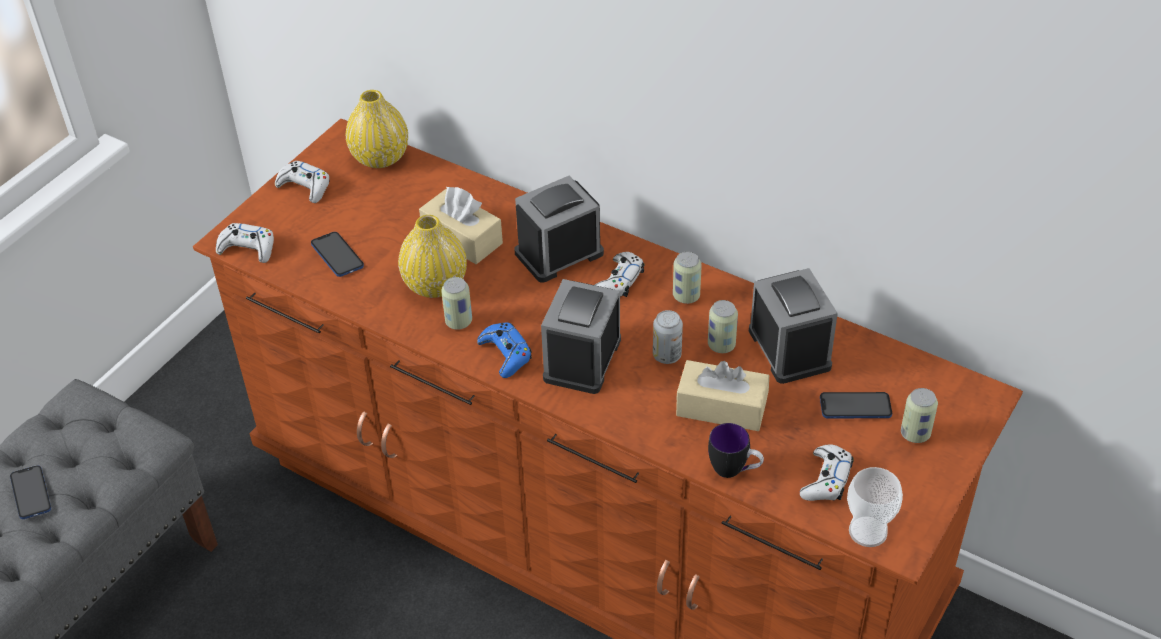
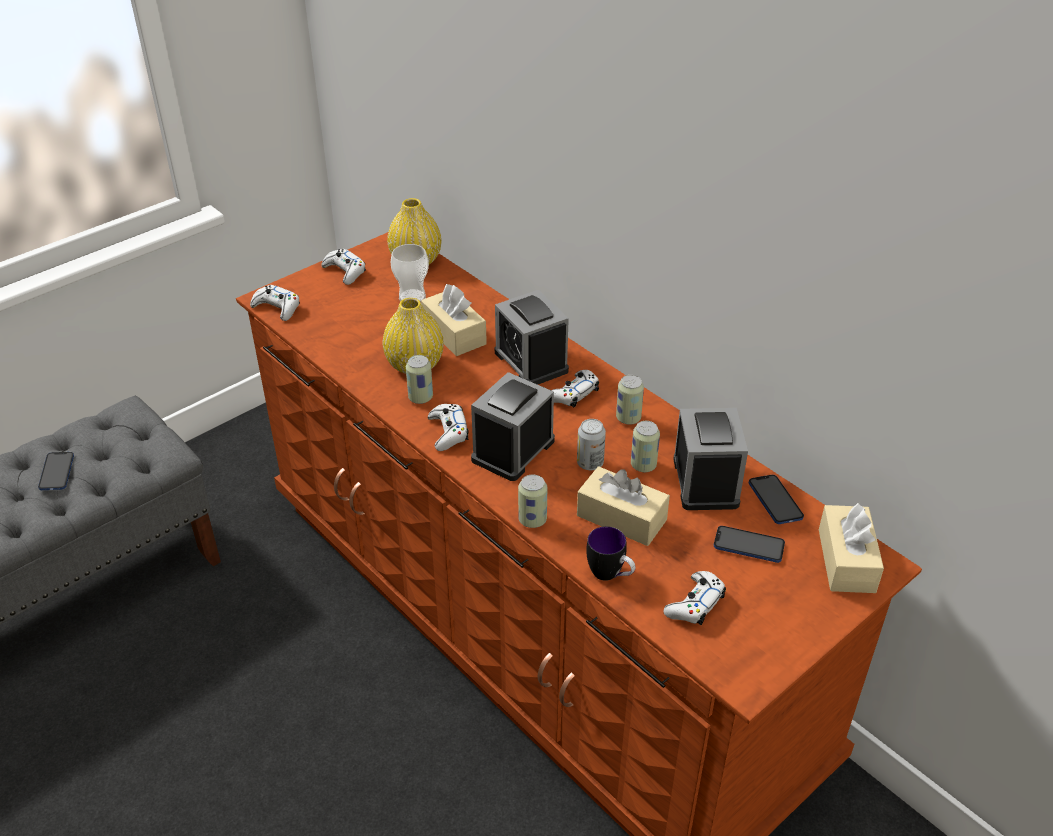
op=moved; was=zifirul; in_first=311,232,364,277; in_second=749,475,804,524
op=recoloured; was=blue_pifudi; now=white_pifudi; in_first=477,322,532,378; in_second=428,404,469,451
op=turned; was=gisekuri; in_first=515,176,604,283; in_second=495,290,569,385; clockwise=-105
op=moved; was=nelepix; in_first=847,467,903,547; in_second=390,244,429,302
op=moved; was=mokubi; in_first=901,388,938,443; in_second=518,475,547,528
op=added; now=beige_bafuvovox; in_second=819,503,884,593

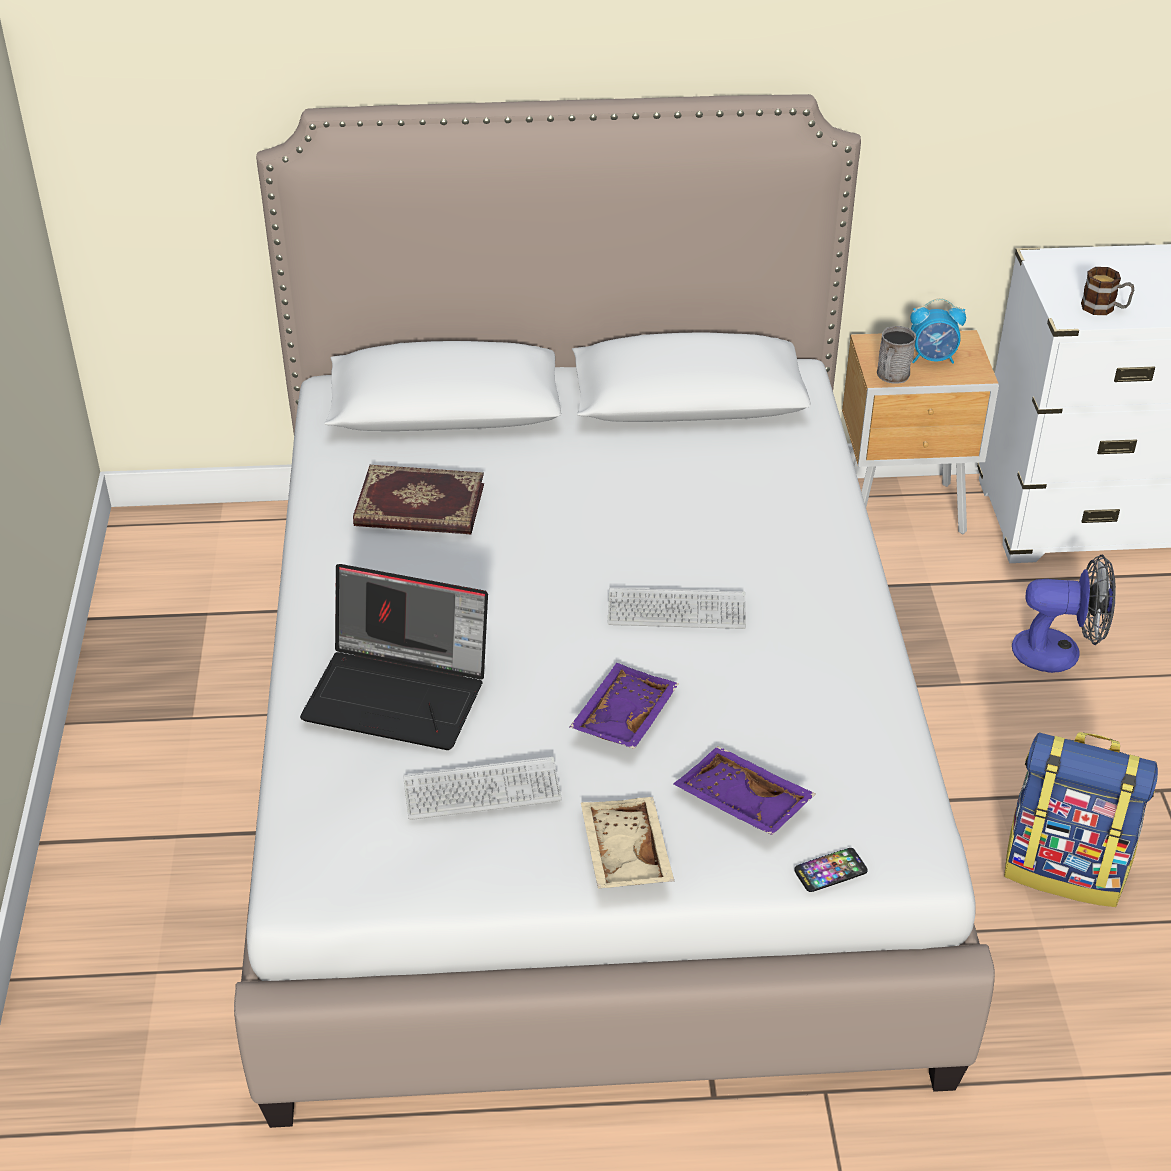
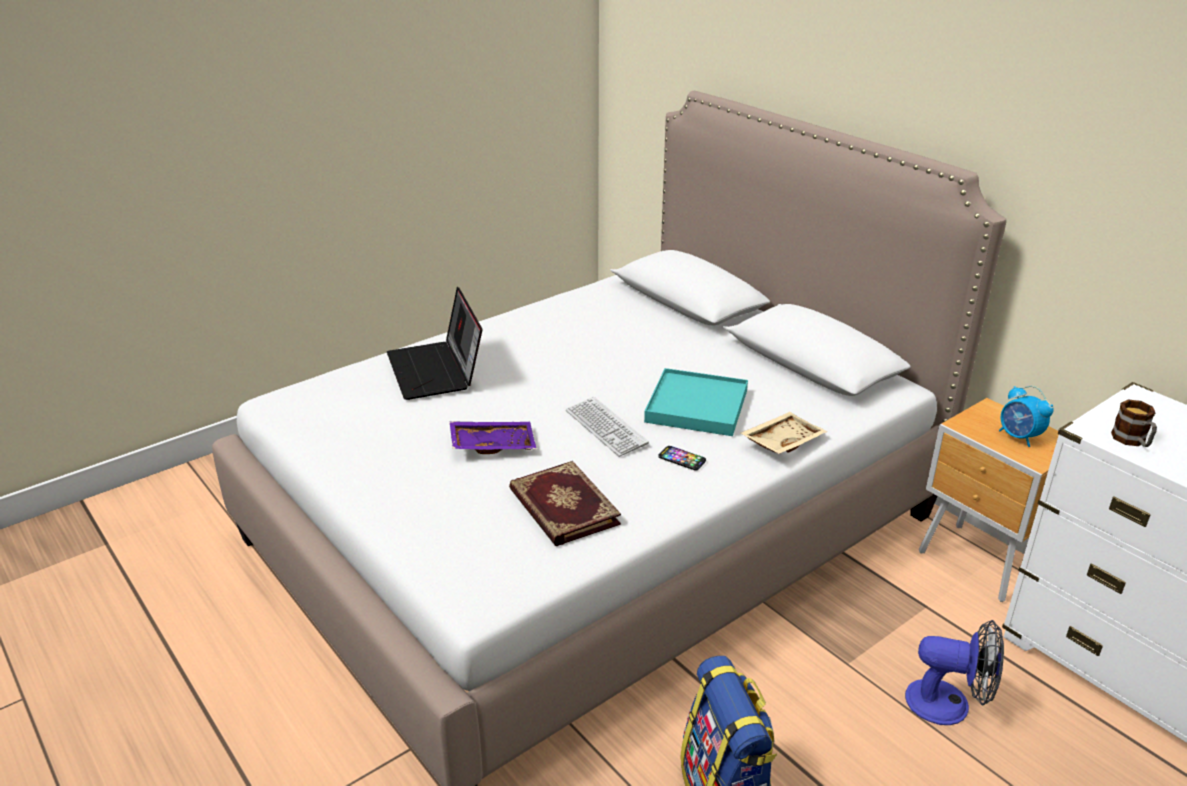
op=moved; was=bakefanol; in_first=353,465,484,534; in_second=509,461,621,546
op=removed; was=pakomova; in_first=403,757,562,820
op=moved; was=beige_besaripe; in_first=581,797,674,889; in_second=741,412,828,454
op=removed; was=purple_besaripe; in_first=673,746,816,835
op=moved; was=zifirul; in_first=795,848,868,892; in_second=658,446,706,470
op=removed; was=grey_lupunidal; in_first=877,326,916,384
op=turned; was=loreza; in_first=1012,555,1116,673; in_second=905,620,1004,725; clockwise=-45
op=added; now=turquoise_besaripe; in_second=644,368,748,436

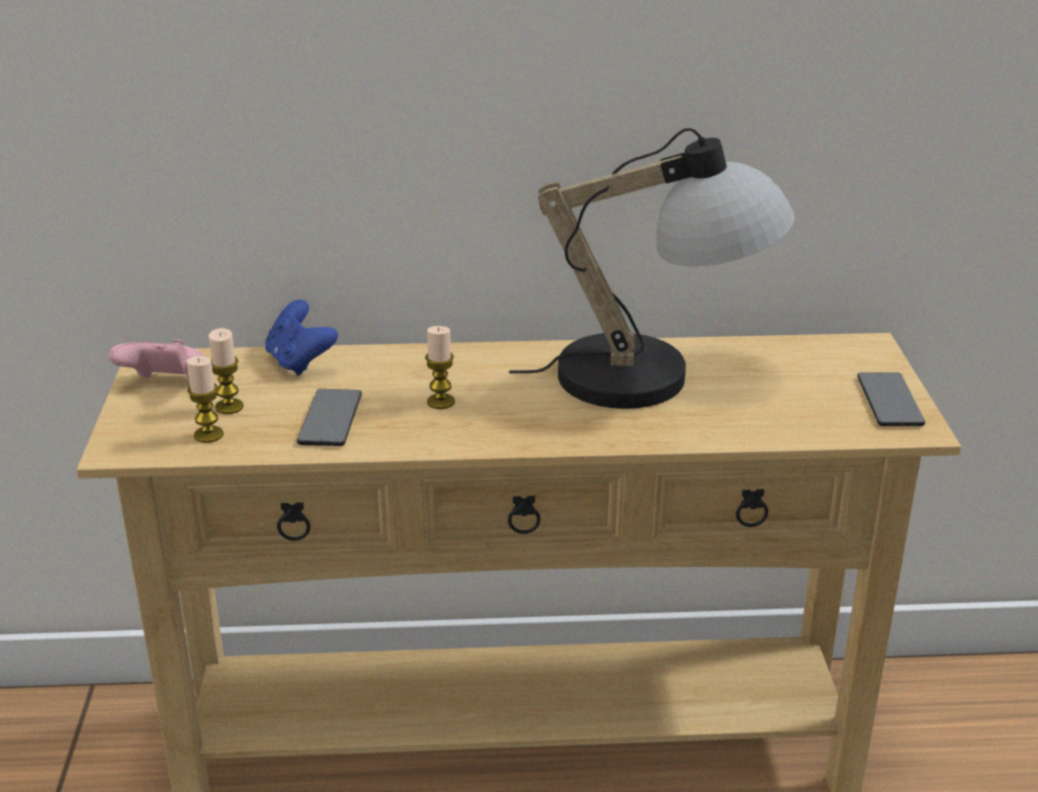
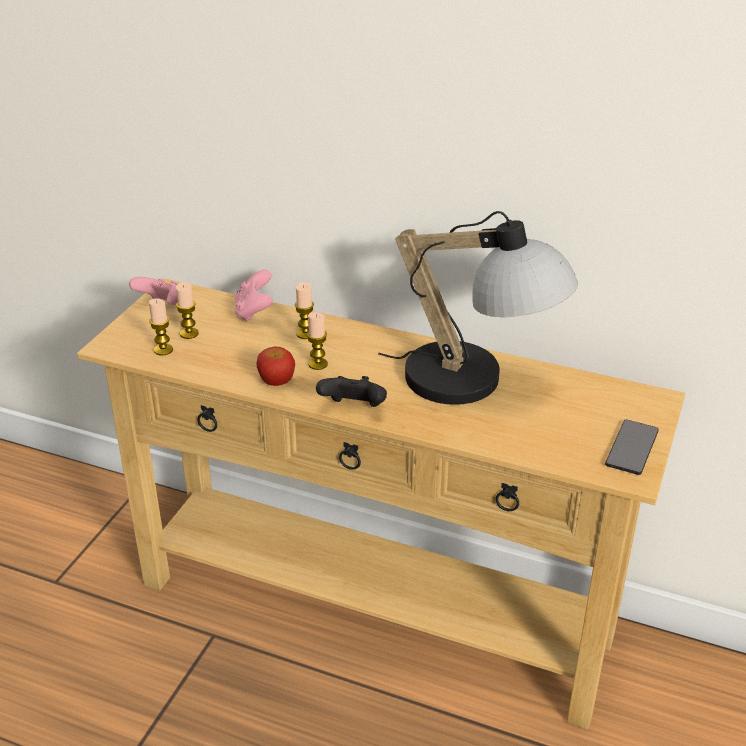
op=recoloured; was=blue_pifudi; now=pink_pifudi; in_first=265,300,338,376; in_second=235,269,273,322
op=removed; was=zifirul; in_first=297,389,362,446
op=added; now=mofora; in_second=256,347,295,386
op=added; now=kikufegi; in_second=295,282,314,339
op=added; now=black_pifudi; in_second=316,376,387,407

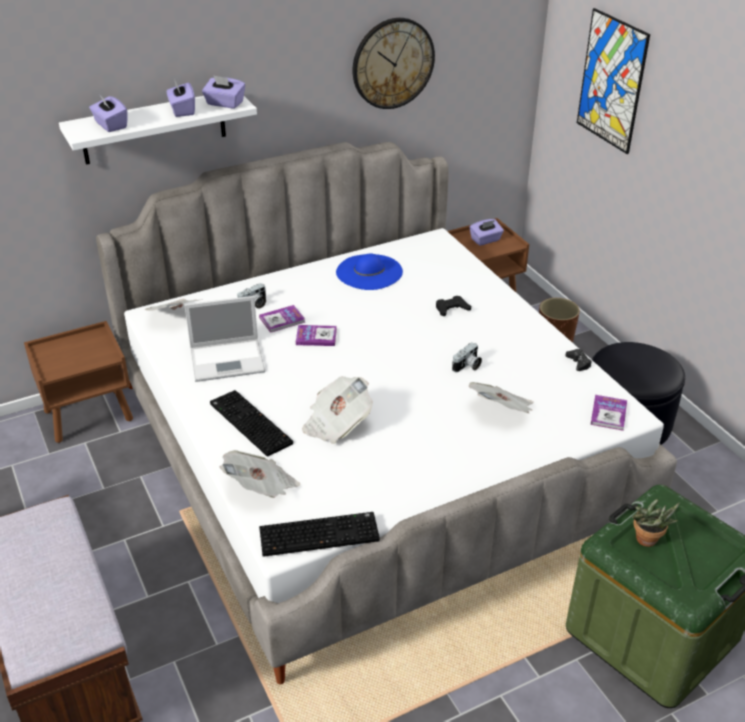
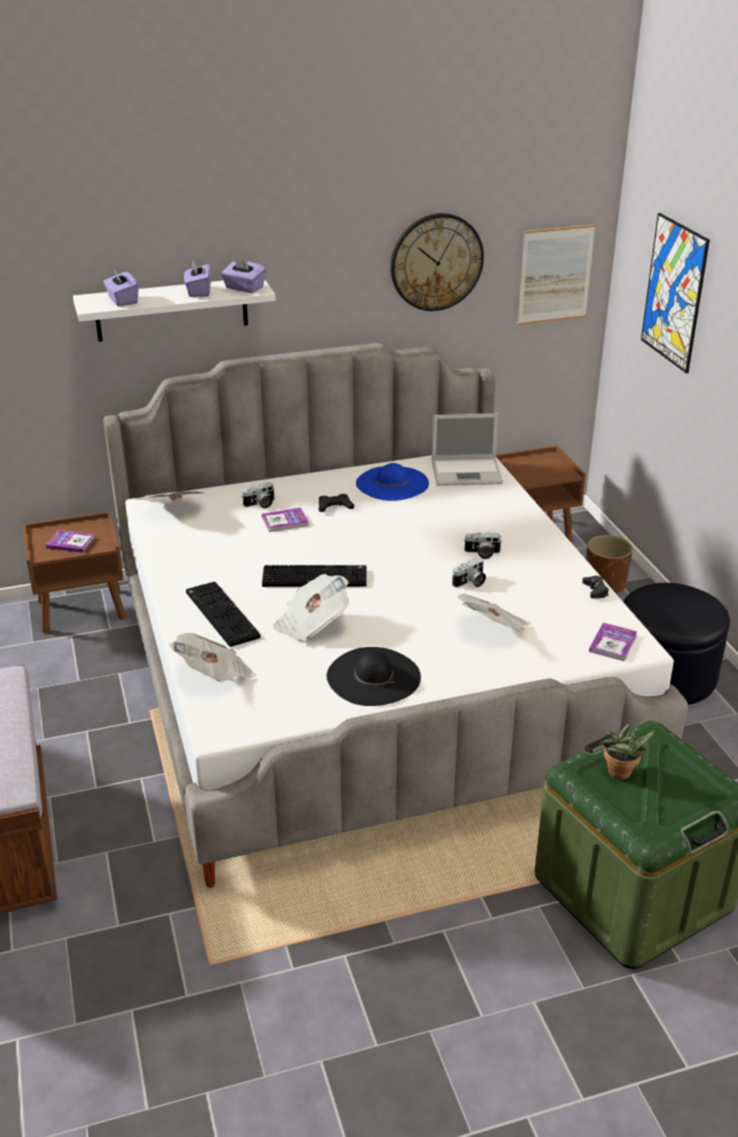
op=moved; was=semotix; in_first=185,296,265,382; in_second=432,413,503,486
op=moved; was=pakomova; in_first=259,512,380,557; in_second=262,565,367,587
op=moved; was=bakefanol; in_first=296,325,337,346; in_second=46,530,95,553
op=moved; was=black_pifudi; in_first=436,296,471,316; in_second=319,494,354,512
op=removed; was=purple_bafuvovox; in_first=469,219,504,246
op=added; now=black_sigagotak; in_second=327,647,421,706
op=added; now=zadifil; in_second=464,532,501,559
op=added; now=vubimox; in_second=518,224,596,325

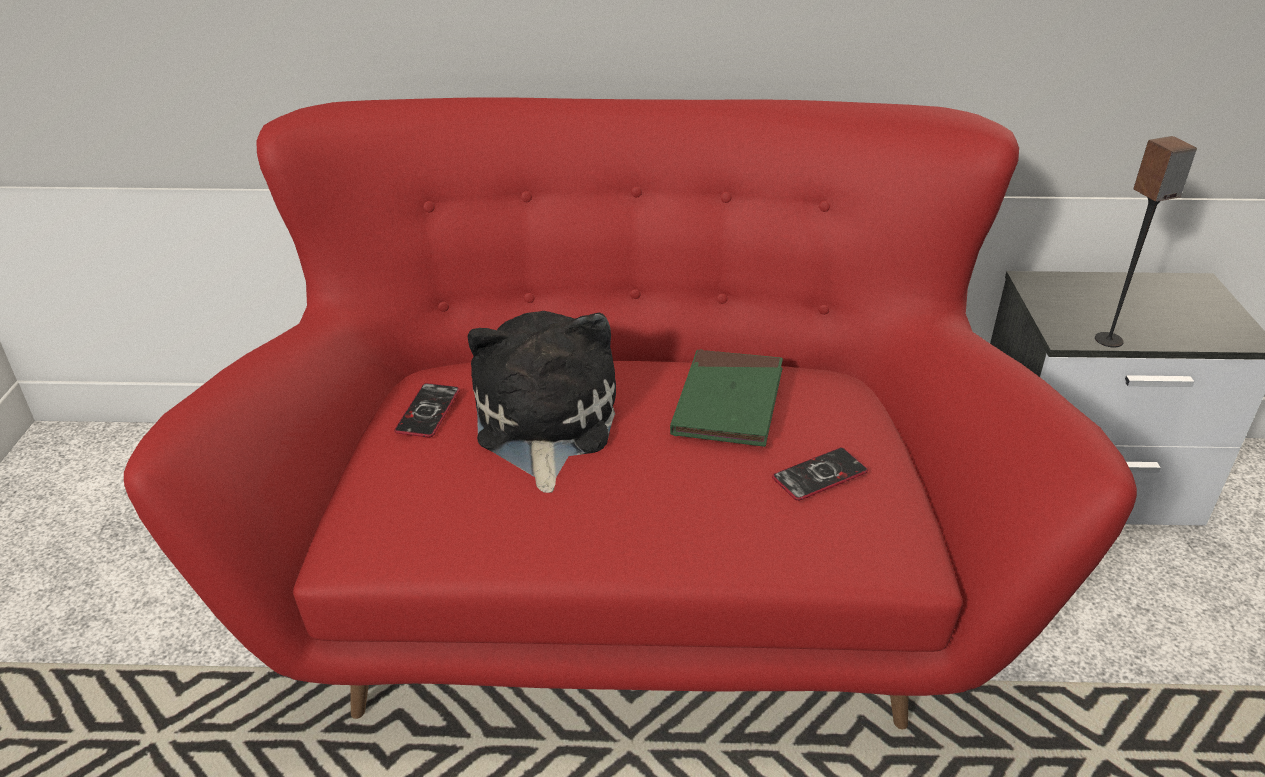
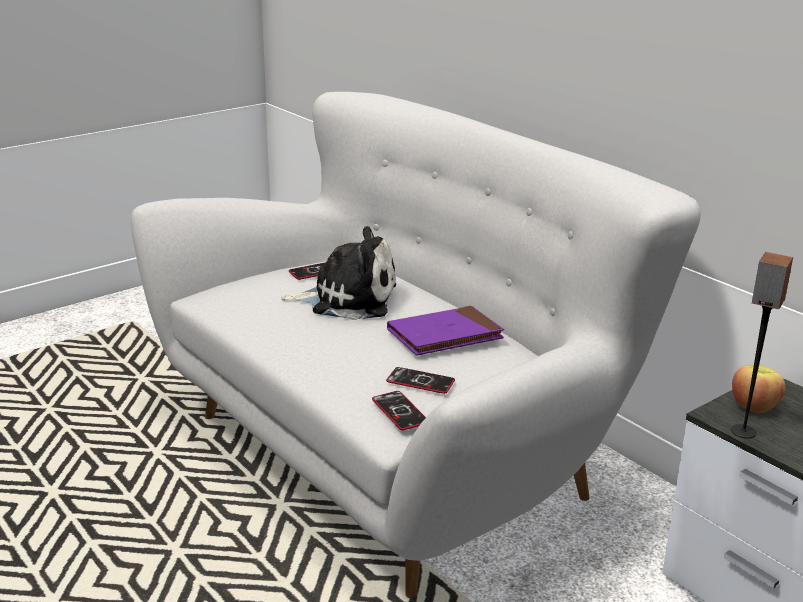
op=recoloured; was=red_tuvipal; now=white_tuvipal; in_first=124,97,1137,729; in_second=131,92,701,598
op=turned; was=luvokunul; in_first=468,311,616,493; in_second=281,226,396,320; clockwise=45
op=recoloured; was=green_bakefanol; now=purple_bakefanol; in_first=670,350,783,447; in_second=387,305,504,355
op=added; now=zifirul; in_second=372,391,426,430
op=added; now=mofora; in_second=732,365,785,413

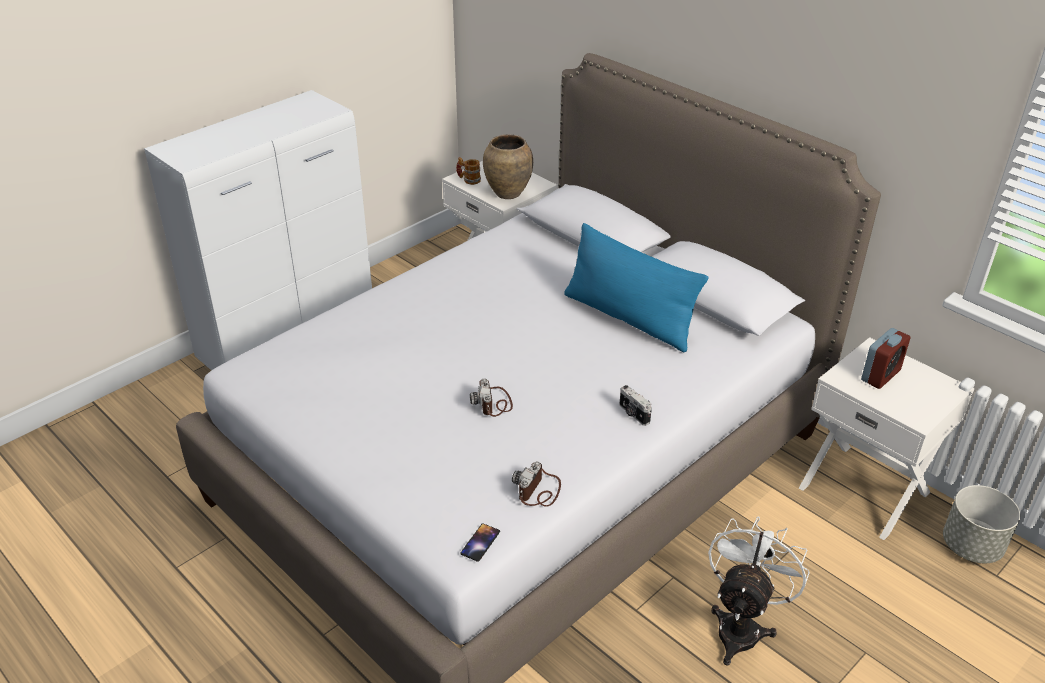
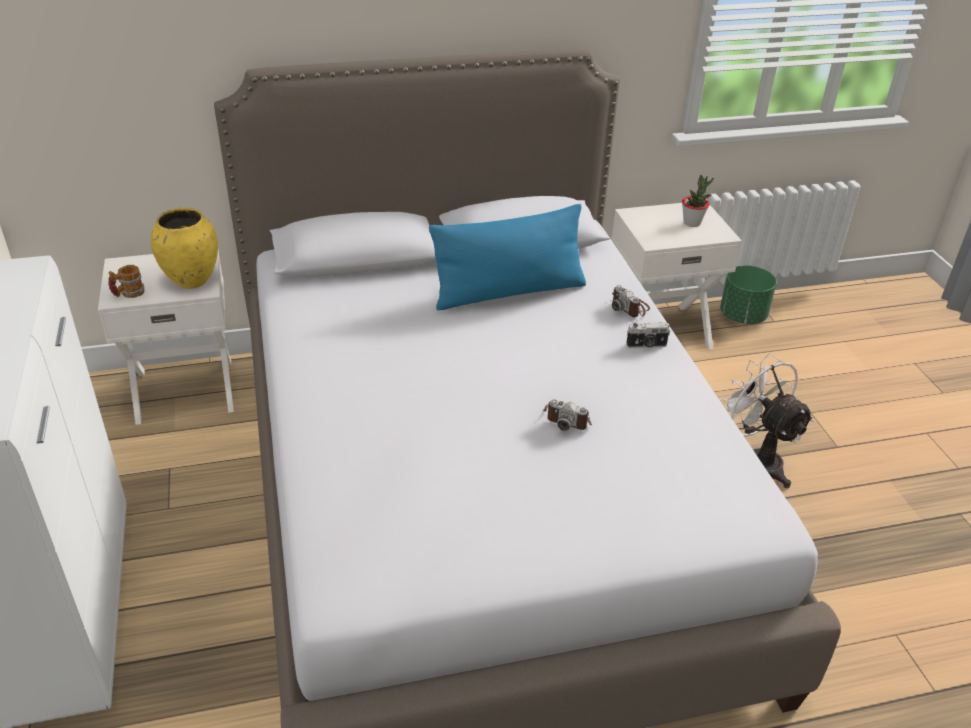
op=removed; was=zifirul; in_first=460,523,500,562
op=recoloured; was=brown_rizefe; now=yellow_rizefe; in_first=483,134,533,199; in_second=151,208,218,289
op=moved; was=zadifil; in_first=512,461,561,507; in_second=612,285,650,317
op=removed; was=gisekuri; in_first=861,328,910,389
op=recoloured; was=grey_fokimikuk; now=green_fokimikuk; in_first=943,485,1020,563; in_second=720,265,777,324
op=added; now=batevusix; in_second=682,175,714,227

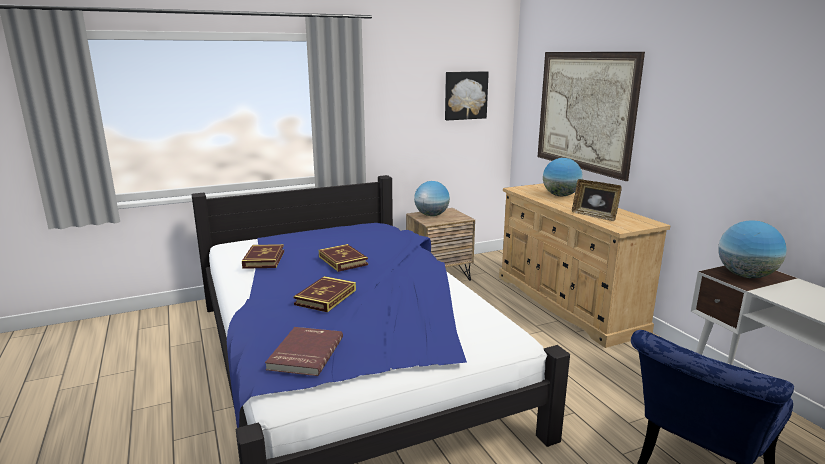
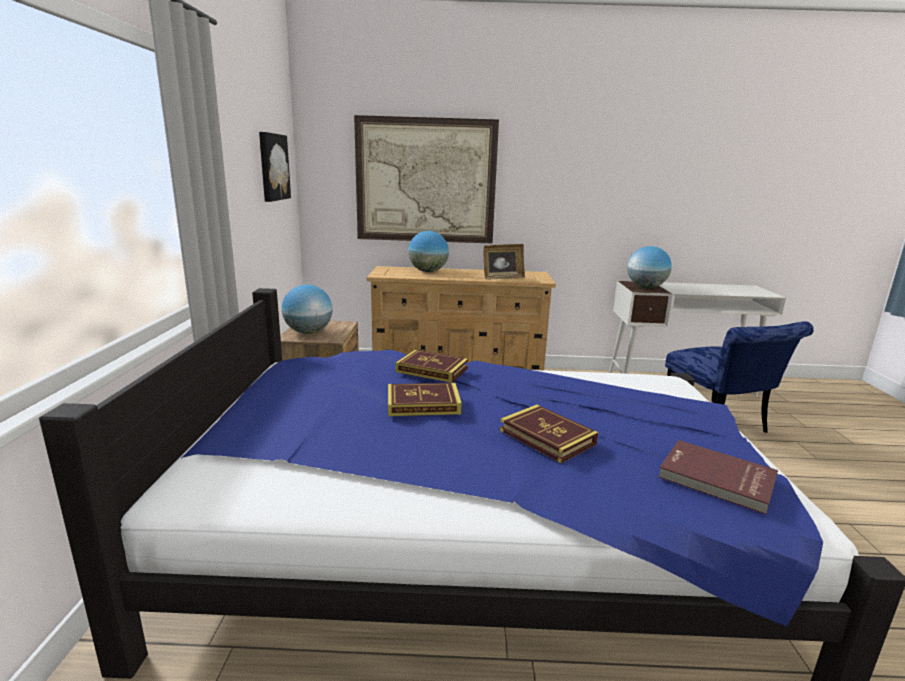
op=moved; was=bakefanol; in_first=242,244,284,269; in_second=396,350,468,383

